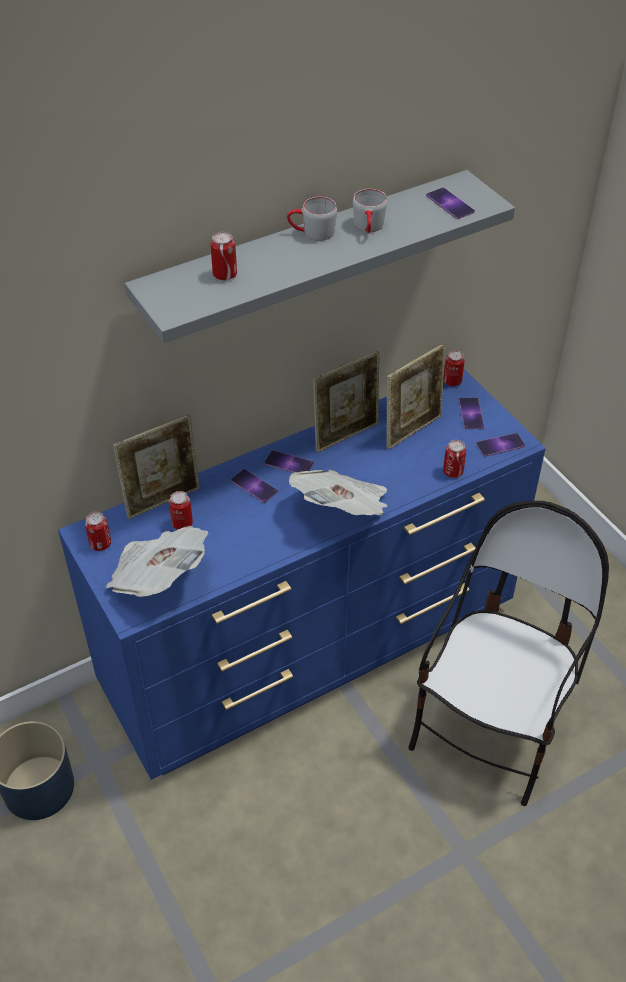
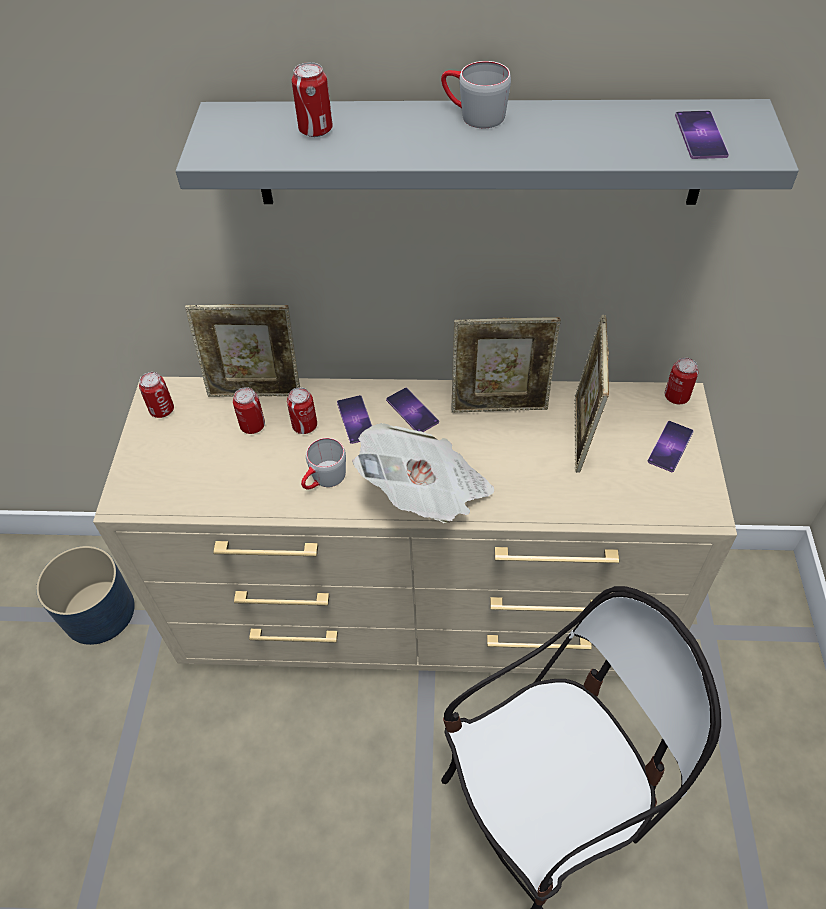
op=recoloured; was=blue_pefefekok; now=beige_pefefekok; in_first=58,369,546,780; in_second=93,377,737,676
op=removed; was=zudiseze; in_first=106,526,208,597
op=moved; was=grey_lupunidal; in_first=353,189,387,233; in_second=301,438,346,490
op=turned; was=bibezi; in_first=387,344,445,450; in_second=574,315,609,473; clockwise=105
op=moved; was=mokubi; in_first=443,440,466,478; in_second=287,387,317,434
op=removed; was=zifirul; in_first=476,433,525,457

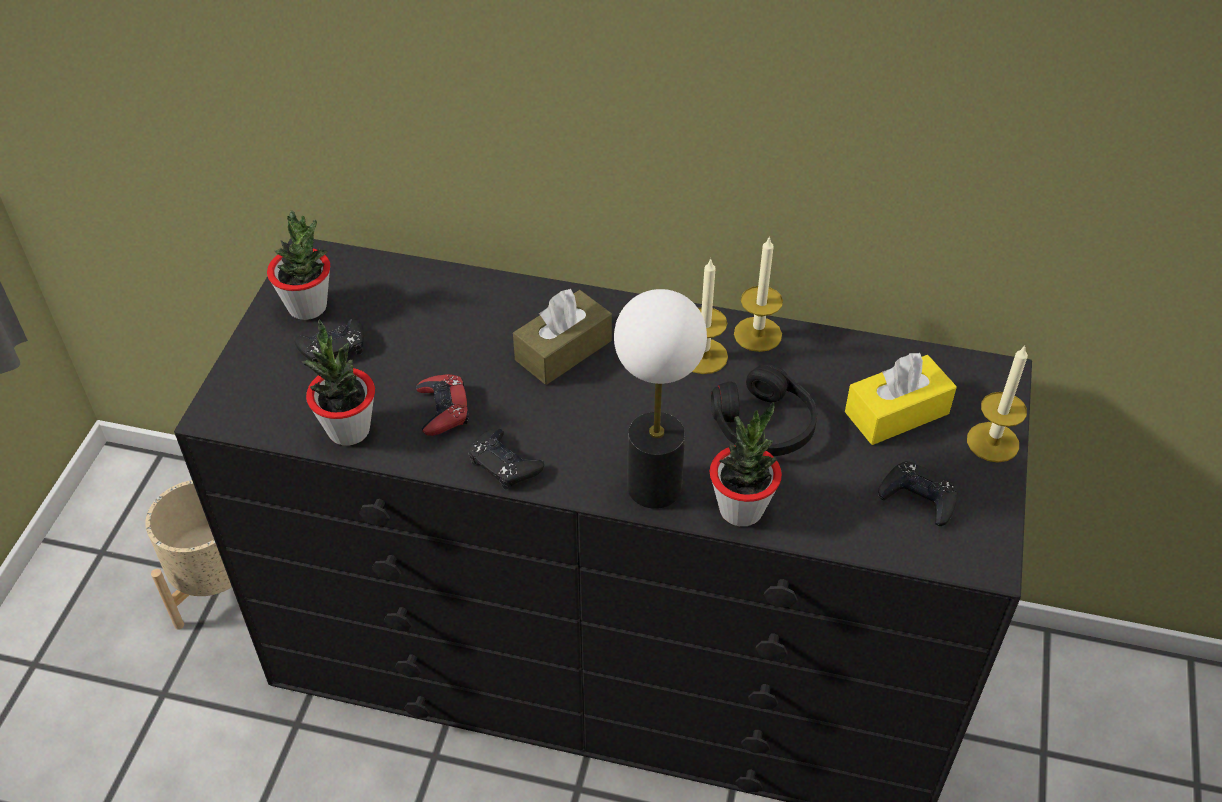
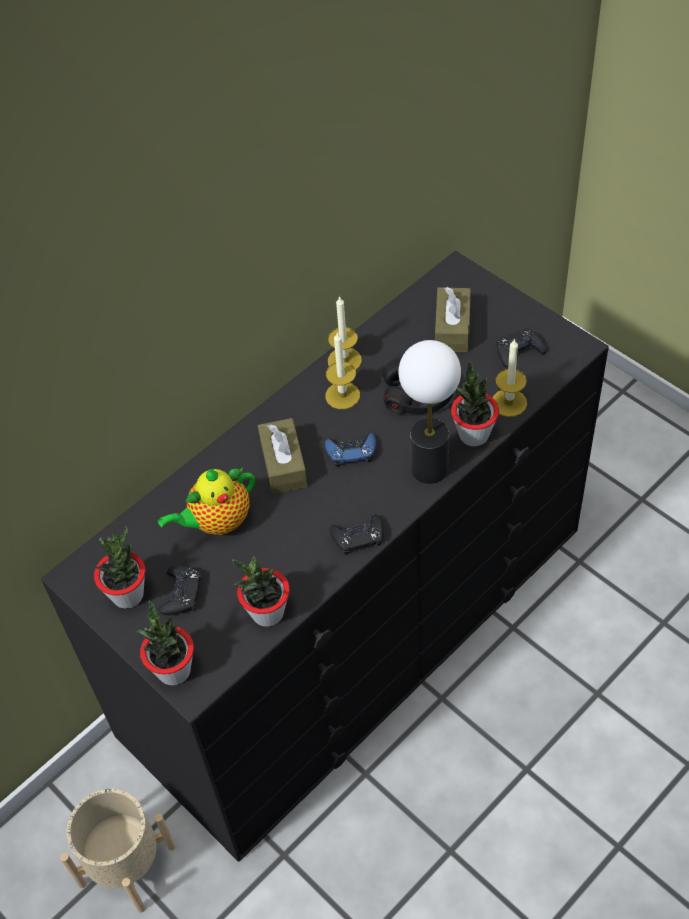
op=removed; was=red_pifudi; in_first=416,374,469,436
op=recoloured; was=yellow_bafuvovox; now=brown_bafuvovox; in_first=845,352,957,445; in_second=435,287,471,352
op=moved; was=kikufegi; in_first=967,345,1028,462; in_second=493,338,527,417
op=added; now=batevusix; in_second=136,600,194,685
op=added; now=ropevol; in_second=158,468,255,535
op=added; now=blue_pifudi; in_second=325,433,376,467

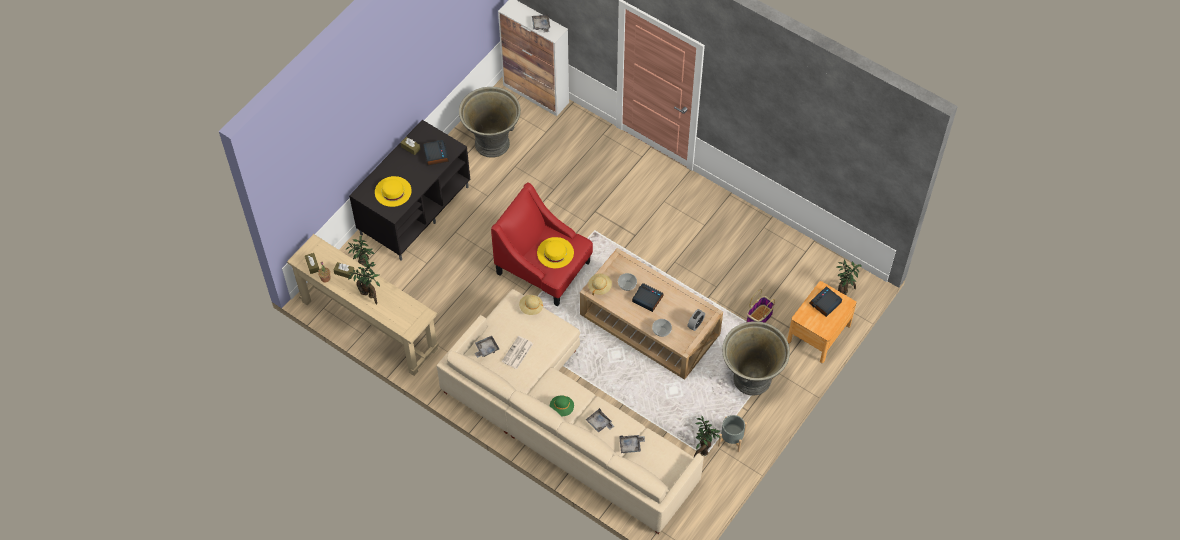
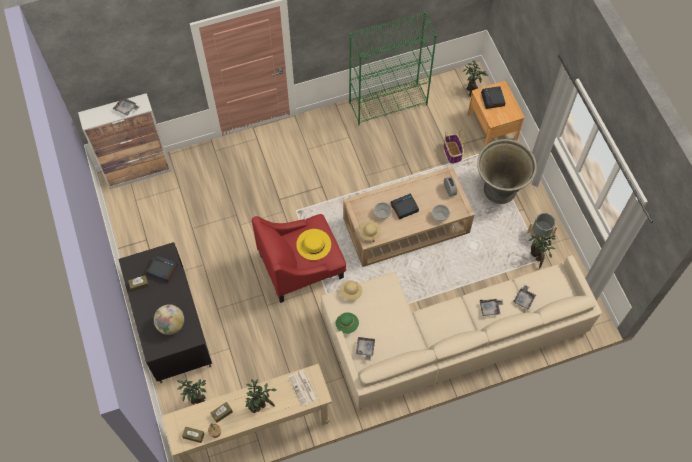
op=replaced; was=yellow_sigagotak; now=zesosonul; in_first=375,176,412,207; in_second=154,304,184,335
op=removed; was=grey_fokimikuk; in_first=459,87,521,158
op=moved; was=zudiseze; in_first=502,336,533,369; in_second=288,370,318,406
op=moved; was=green_sigagotak; in_first=550,395,574,416; in_second=335,312,359,334
op=added; now=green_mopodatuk; in_second=349,12,437,125

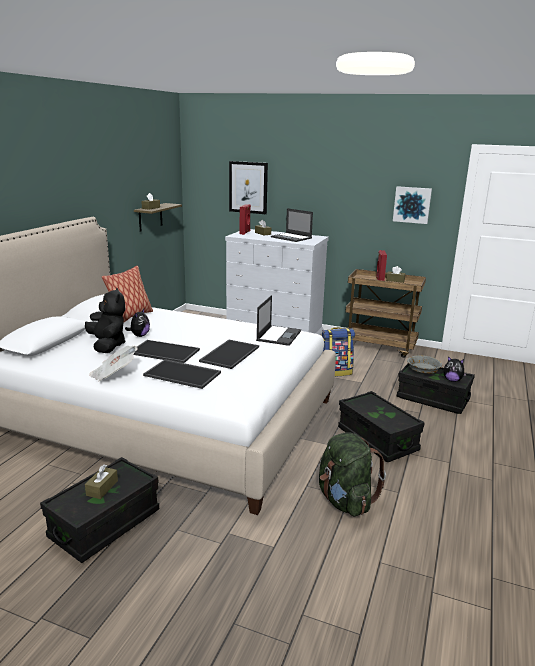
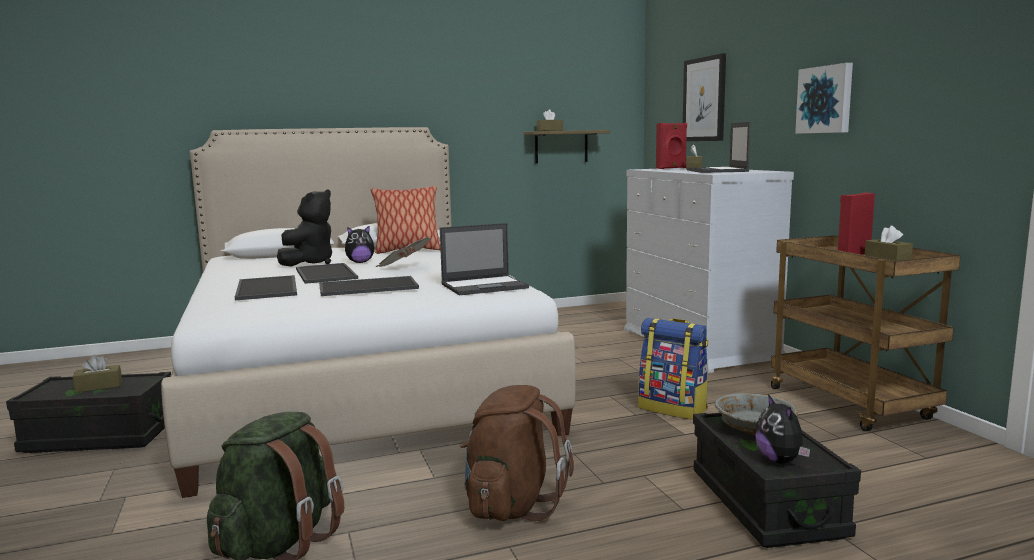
op=moved; was=zudiseze; in_first=89,346,138,381; in_second=376,237,431,267
op=replaced; was=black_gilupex; now=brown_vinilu; in_first=338,391,425,463; in_second=460,385,574,521
op=moved; was=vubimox; in_first=393,186,432,224; in_second=795,63,853,134

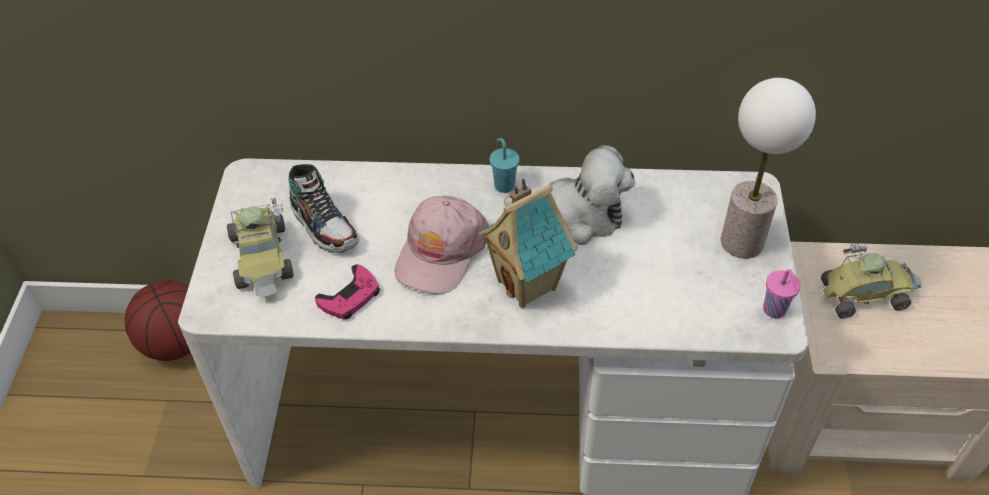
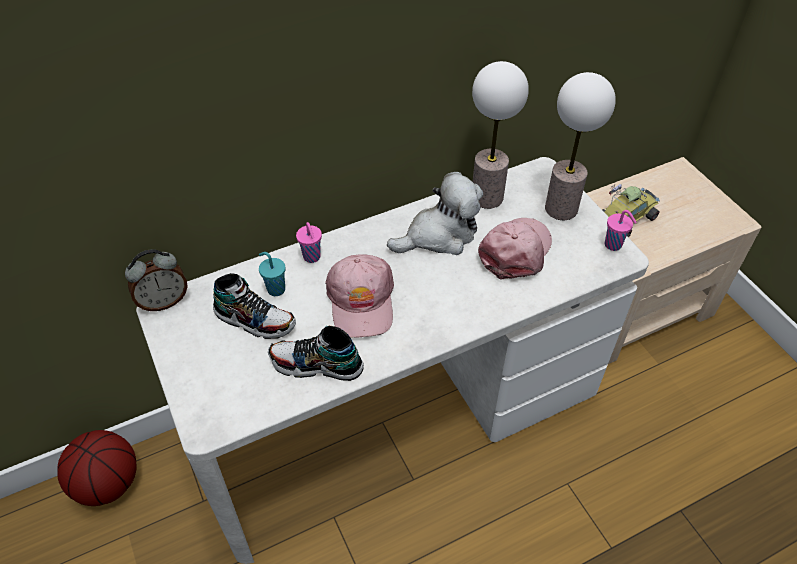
op=removed; was=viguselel; in_first=227,198,294,296
op=replaced; was=pink_pifudi; now=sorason; in_first=315,264,380,319; in_second=268,326,364,381
op=removed; was=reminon; in_first=479,178,578,308
op=moved; was=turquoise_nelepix; in_first=490,138,520,193; in_second=259,252,286,296
op=added; now=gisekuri; in_second=125,249,188,311
op=added; now=pink_nelepix; in_second=296,222,322,263
op=added; now=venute; in_second=472,61,529,209
op=added; now=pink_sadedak; in_second=478,218,552,279

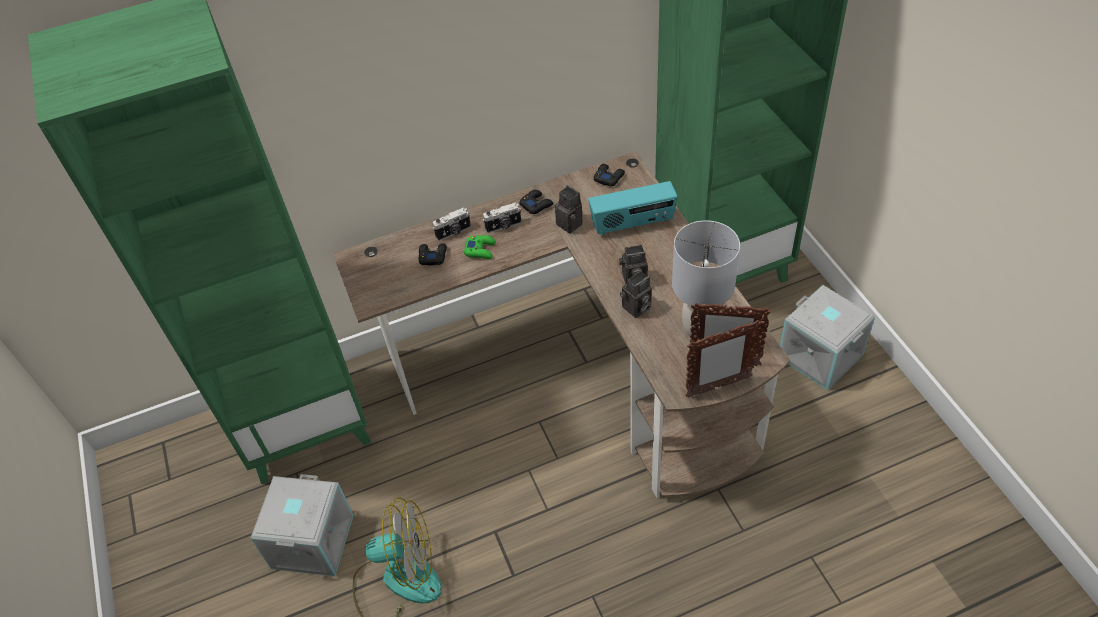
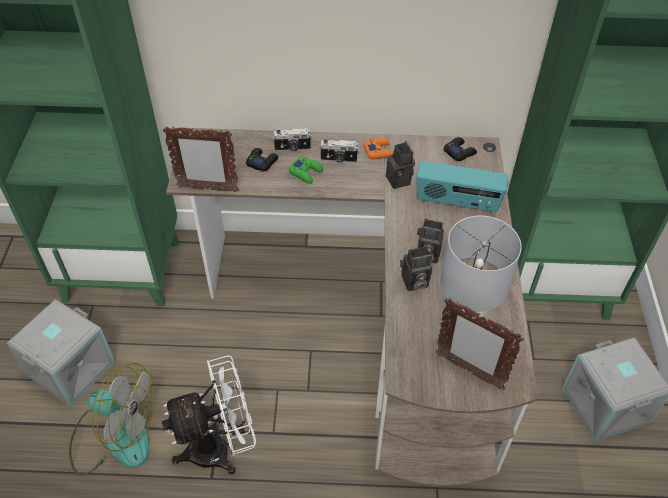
op=recoloured; was=black_pifudi; now=orange_pifudi; in_first=519,190,553,214; in_second=363,137,393,160
op=moved; was=bibezi; in_first=685,320,761,398; in_second=163,126,239,192
op=added; now=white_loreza; in_second=162,355,256,475

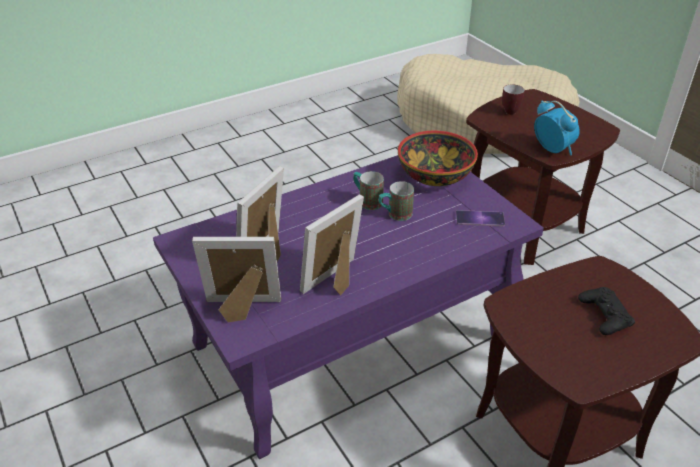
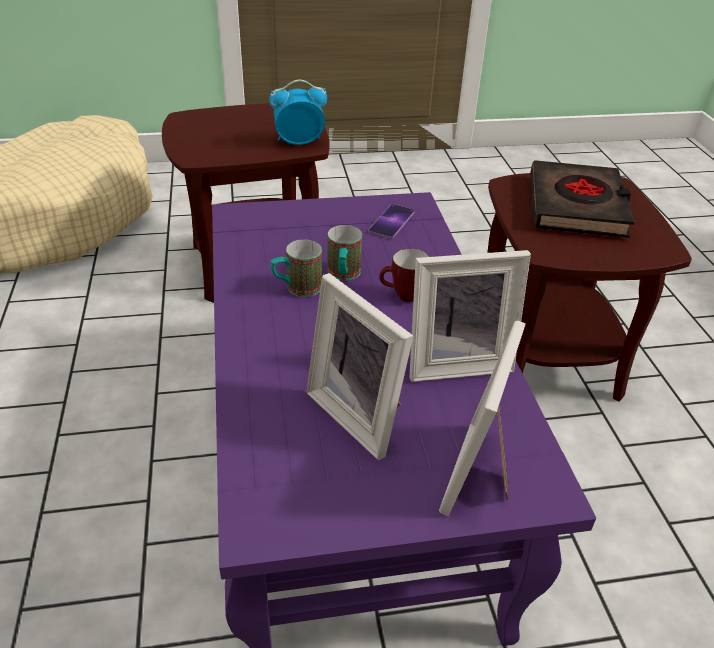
op=turned; was=bibezi; in_first=300,194,364,296; in_second=409,250,531,382; clockwise=-75
op=removed; was=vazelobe; in_first=398,131,478,186
op=moved; was=lupunidal; in_first=503,84,525,115; in_second=379,249,430,302
op=replaced; was=black_pifudi; now=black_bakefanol; in_first=578,287,635,335; in_second=530,160,635,238

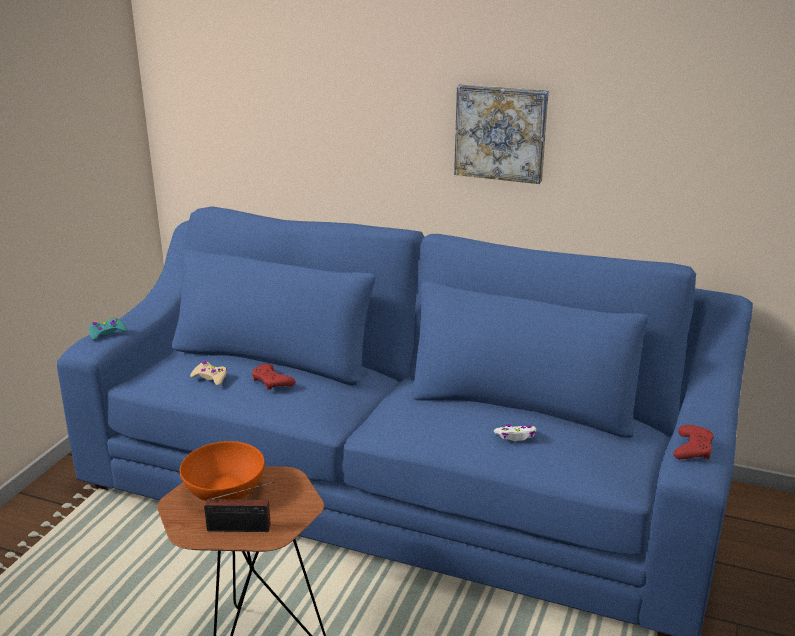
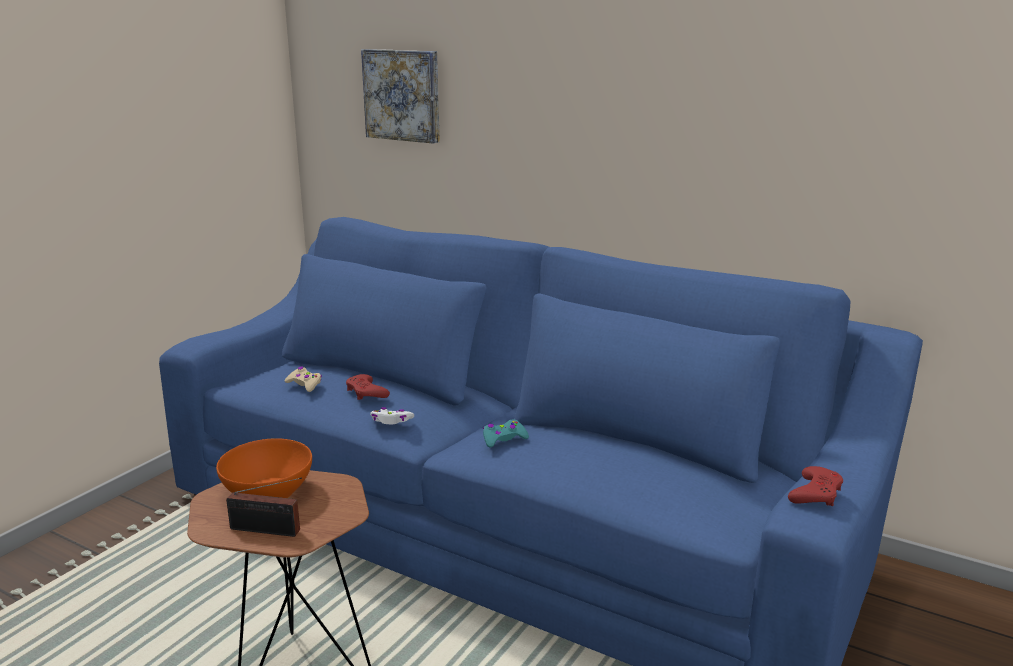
op=moved; was=turquoise_pifudi; in_first=89,318,127,340; in_second=483,419,529,447
op=moved; was=vubimox; in_first=454,84,549,184; in_second=361,49,440,144
op=moved; was=white_pifudi; in_first=494,424,536,441; in_second=371,407,414,424

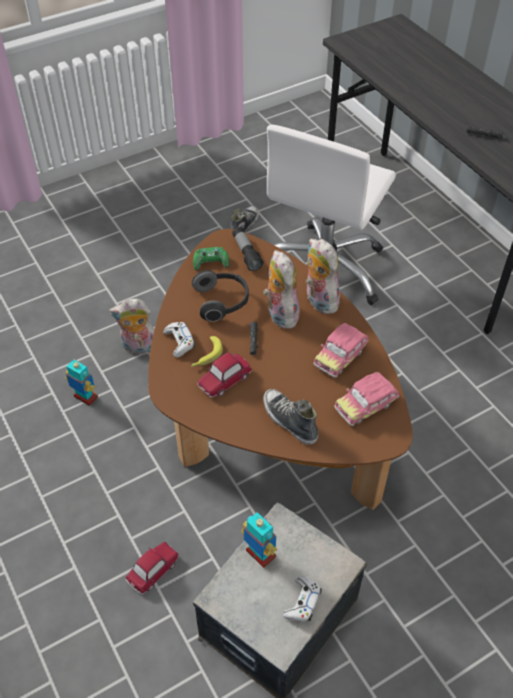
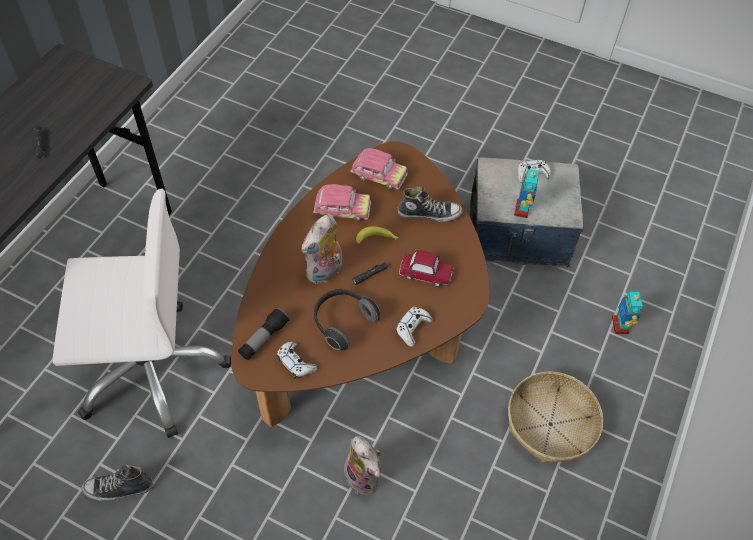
op=moved; was=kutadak; in_first=65,359,98,406; in_second=612,291,643,334
op=removed; was=viguselel; in_first=125,542,179,595
op=moved; was=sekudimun; in_first=191,336,223,367; in_second=356,226,399,244
op=recoloured; was=green_pifudi; now=white_pifudi; in_first=193,247,229,270; in_second=277,342,317,379
op=turned; was=sorason; in_first=263,389,318,445; in_second=397,186,463,222; clockwise=-105
op=removed; was=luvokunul; in_first=306,239,342,314
op=added; now=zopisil; in_second=508,371,603,463

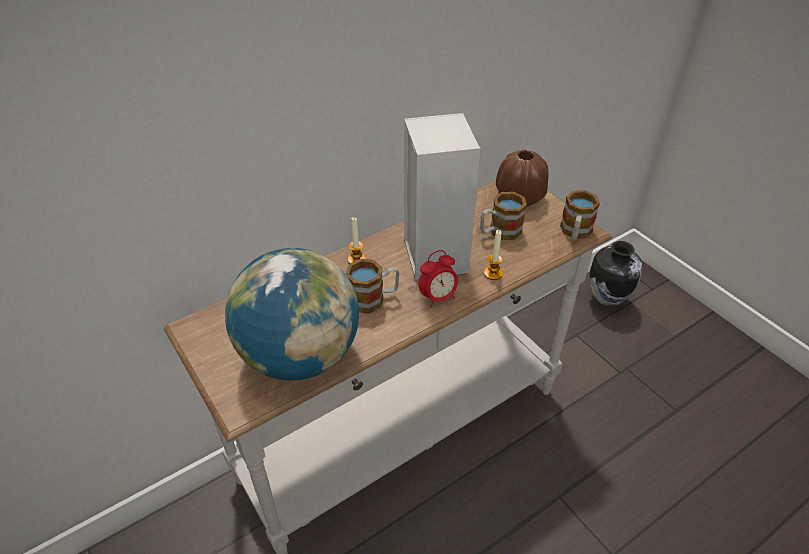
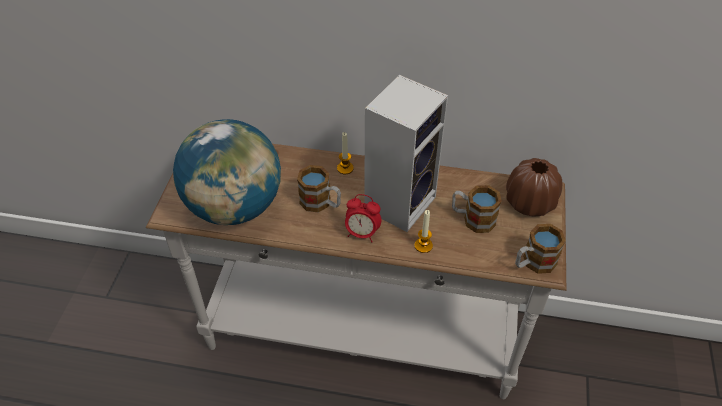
op=removed; was=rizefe; in_first=589,241,643,307

